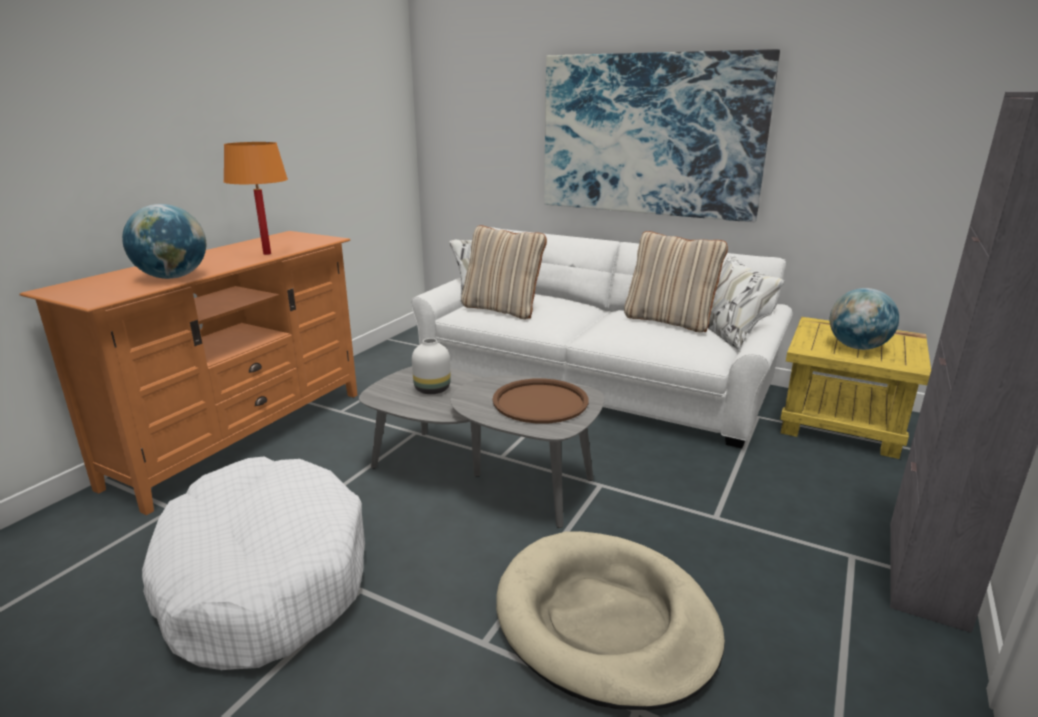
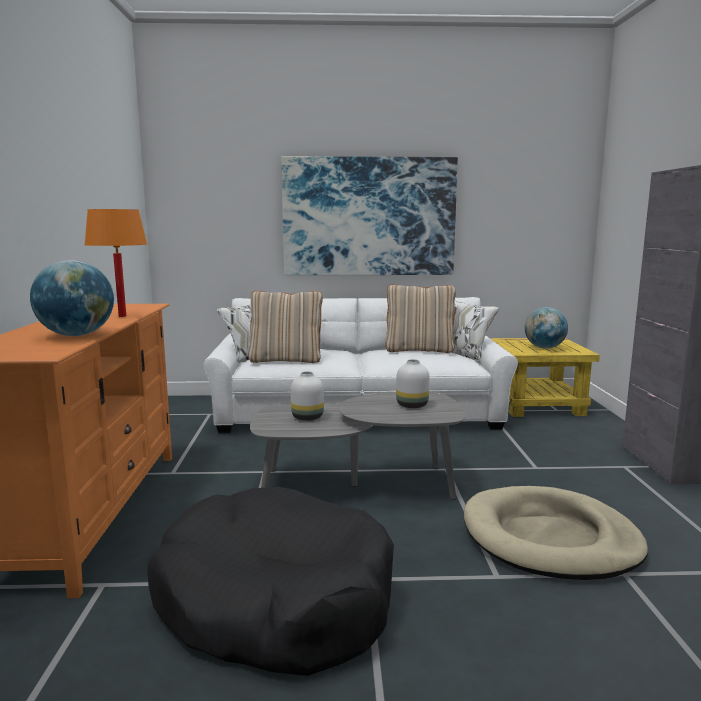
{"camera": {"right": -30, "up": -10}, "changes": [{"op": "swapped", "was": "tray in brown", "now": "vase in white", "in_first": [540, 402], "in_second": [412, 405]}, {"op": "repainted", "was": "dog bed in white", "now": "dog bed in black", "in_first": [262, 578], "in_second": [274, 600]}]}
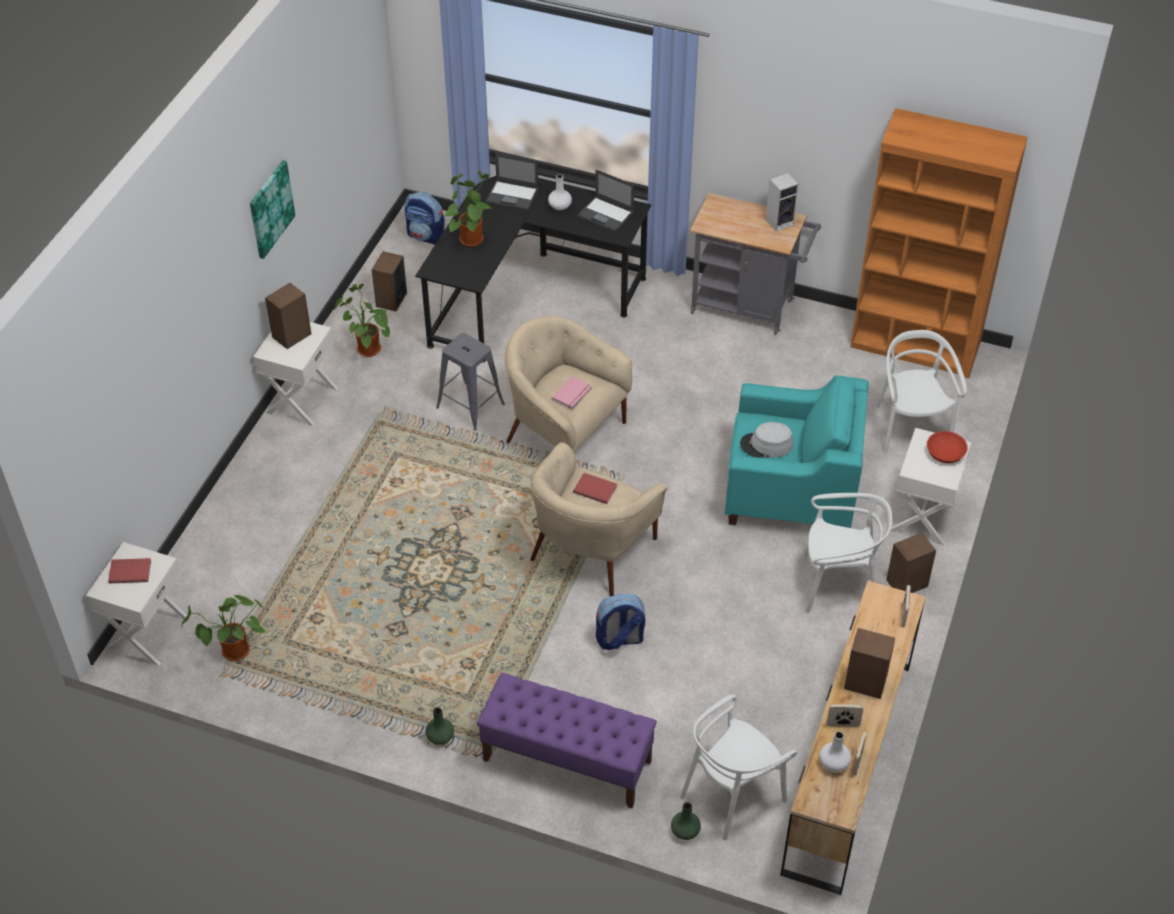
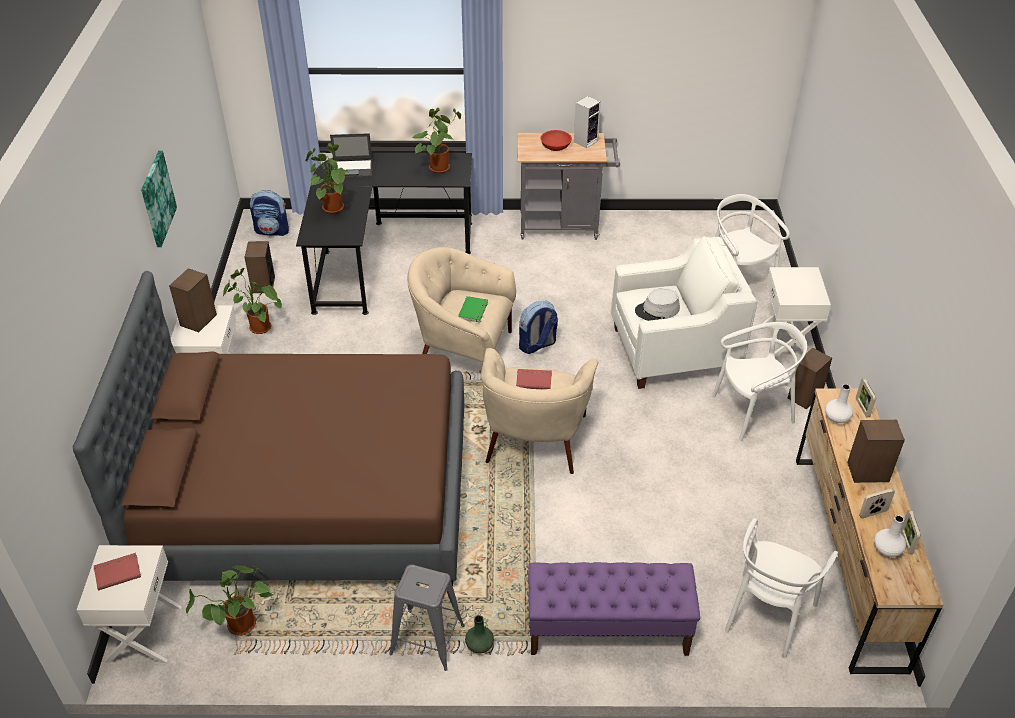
{"camera": {"right": -20, "up": -5}, "changes": [{"op": "gone", "was": "vase in green", "in_first": [685, 831]}, {"op": "gone", "was": "bookcase in orange", "in_first": [915, 346]}, {"op": "new", "now": "bed in brown", "in_second": [307, 494]}, {"op": "shifted", "was": "stool in grey", "in_first": [470, 406], "in_second": [428, 640]}, {"op": "shifted", "was": "vase in white", "in_first": [560, 206], "in_second": [837, 418]}, {"op": "shifted", "was": "backpack", "in_first": [619, 639], "in_second": [537, 345]}, {"op": "shifted", "was": "bowl in red", "in_first": [945, 453], "in_second": [555, 145]}, {"op": "swapped", "was": "laptop", "now": "potted plant", "in_first": [606, 214], "in_second": [439, 167]}, {"op": "repainted", "was": "book in pink", "now": "book in green", "in_first": [573, 394], "in_second": [474, 310]}, {"op": "repainted", "was": "armchair in turquoise", "now": "armchair in white", "in_first": [790, 492], "in_second": [674, 351]}]}
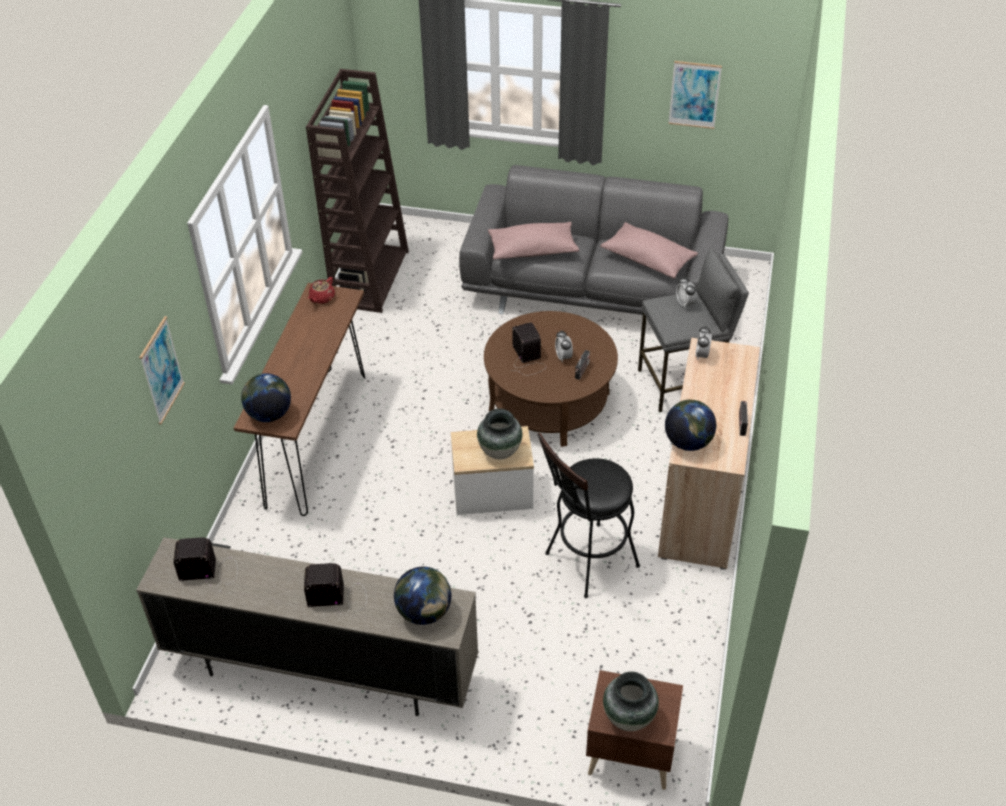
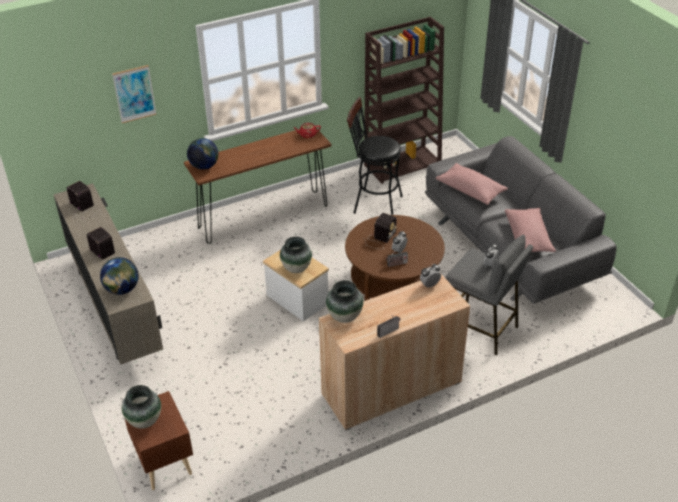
{"camera": {"right": 50, "up": -5}, "changes": [{"op": "gone", "was": "picture", "in_first": [694, 94]}, {"op": "shifted", "was": "stool in black", "in_first": [586, 563], "in_second": [373, 203]}, {"op": "swapped", "was": "globe", "now": "vase", "in_first": [688, 442], "in_second": [345, 316]}]}
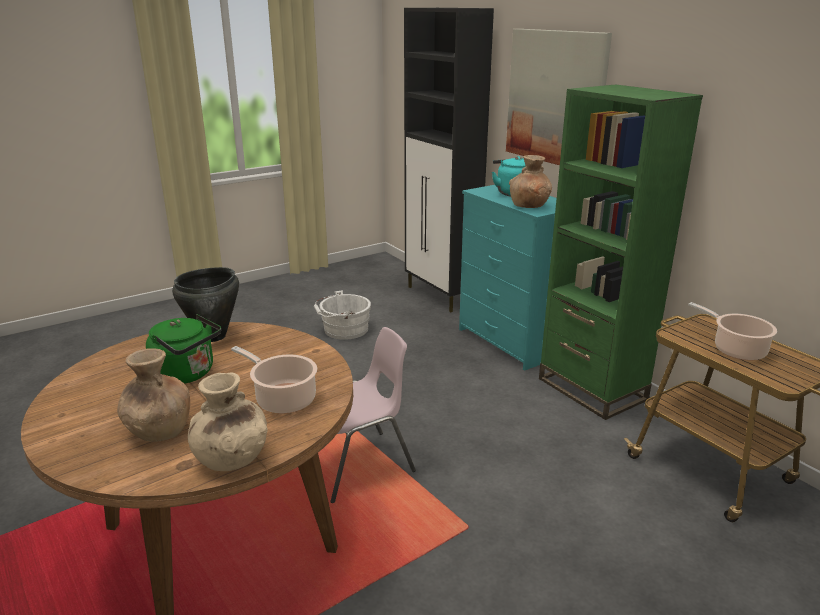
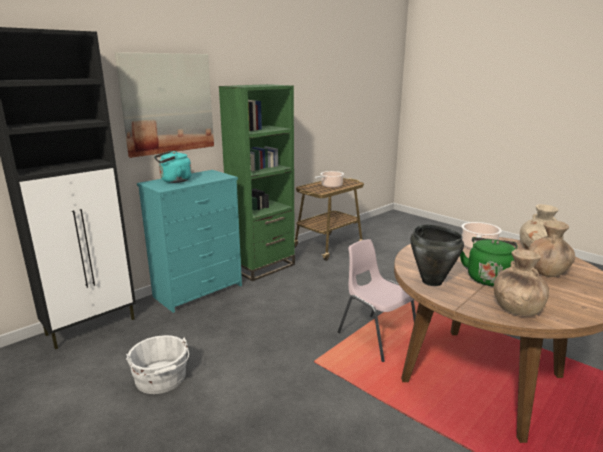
{"camera": {"right": -100, "up": -5}, "changes": [{"op": "shifted", "was": "vase in brown", "in_first": [529, 206], "in_second": [516, 308]}]}
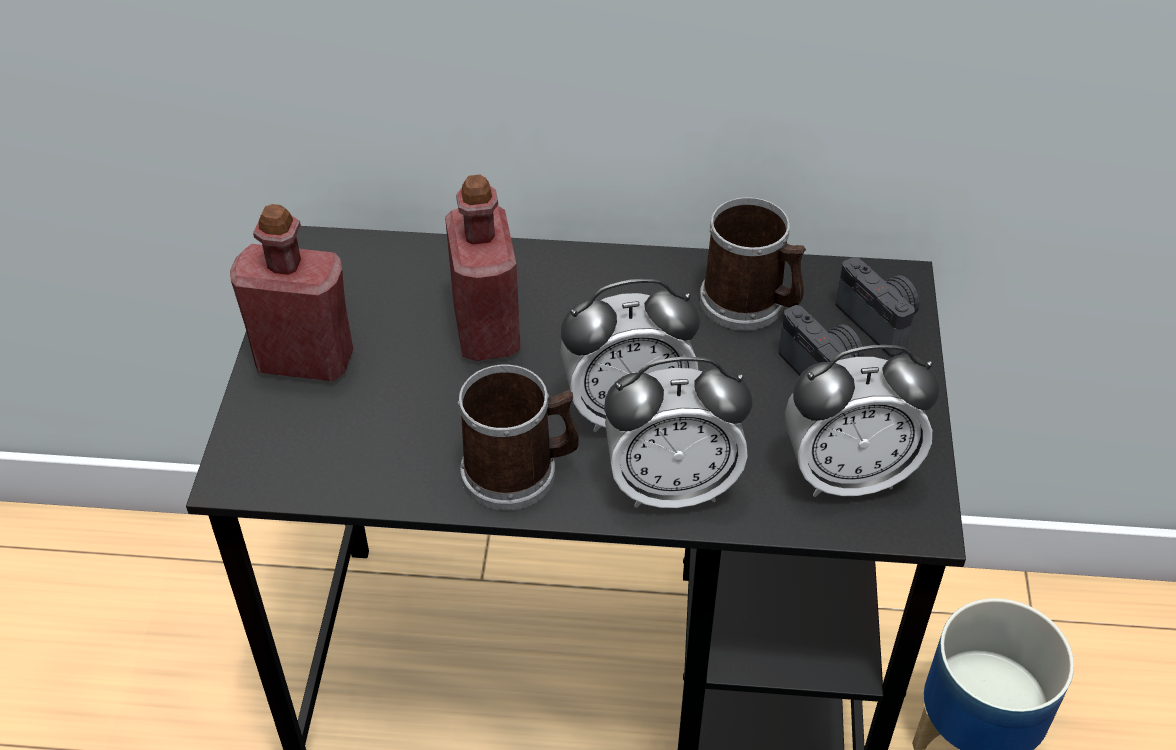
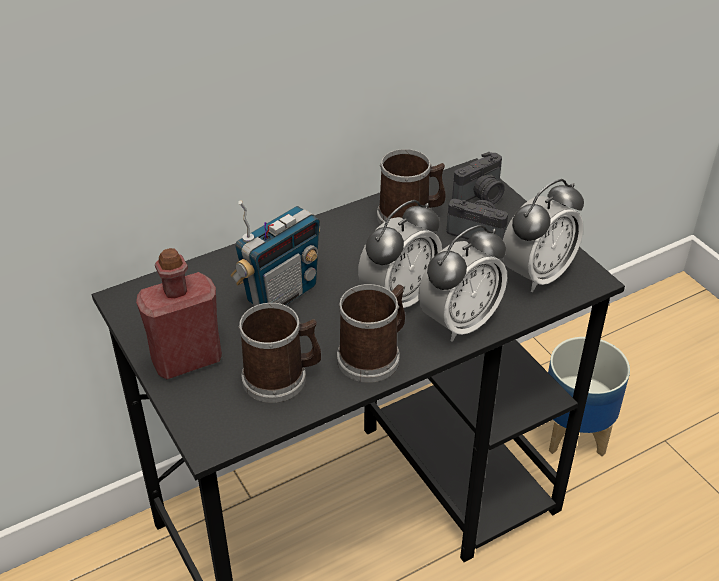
{"camera": {"right": -35, "up": -5}, "changes": [{"op": "new", "now": "mug", "in_second": [282, 378]}, {"op": "swapped", "was": "bottle in red", "now": "radio", "in_first": [486, 331], "in_second": [281, 294]}, {"op": "rotated", "was": "photo camera", "in_first": [880, 321], "in_second": [481, 196], "clockwise": 120}]}
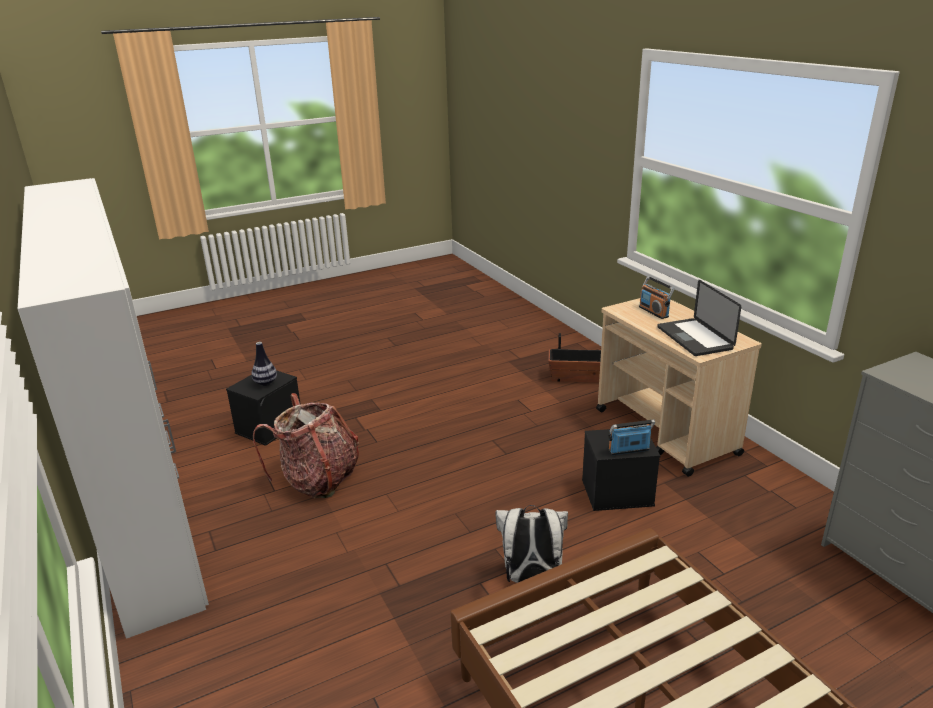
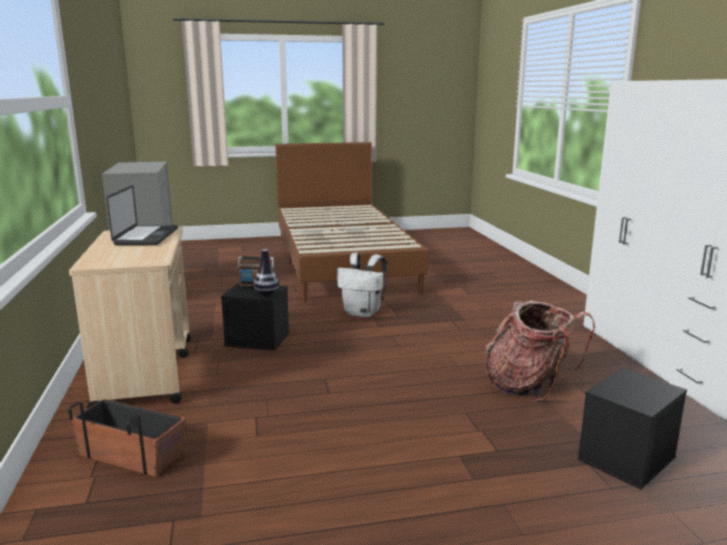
{"camera": {"right": -165, "up": -10}, "changes": [{"op": "gone", "was": "radio", "in_first": [654, 312]}, {"op": "shifted", "was": "vase", "in_first": [265, 383], "in_second": [267, 294]}]}
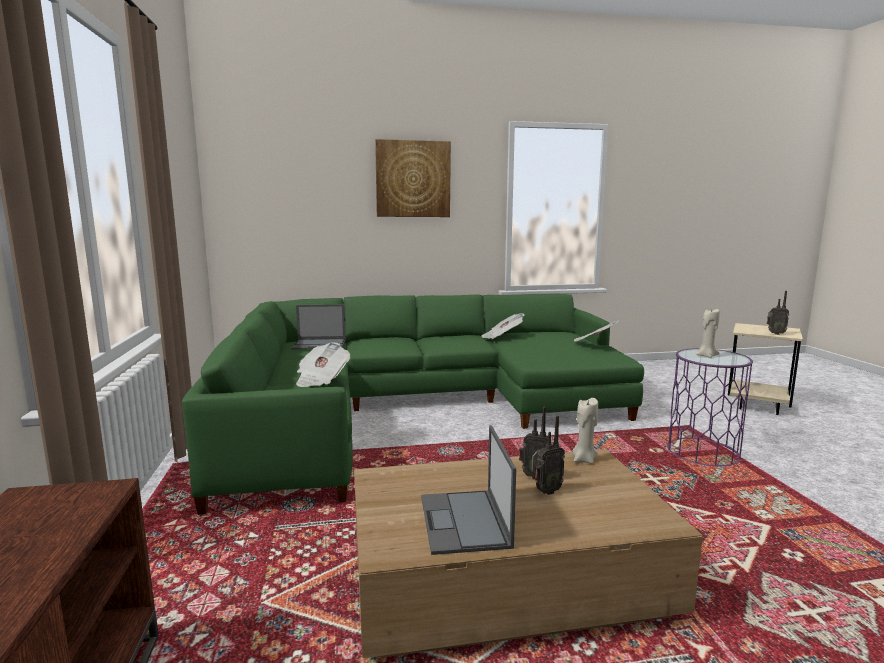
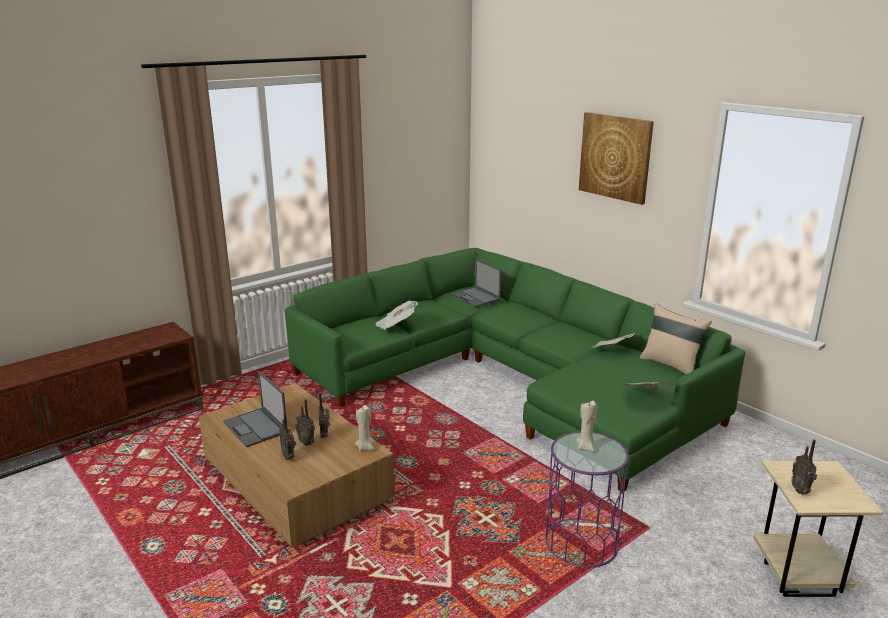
{"camera": {"right": 60, "up": 10}, "changes": [{"op": "new", "now": "radio", "in_second": [289, 457]}, {"op": "new", "now": "pillow in beige", "in_second": [671, 364]}, {"op": "rotated", "was": "laptop", "in_first": [464, 522], "in_second": [256, 427], "clockwise": -90}]}
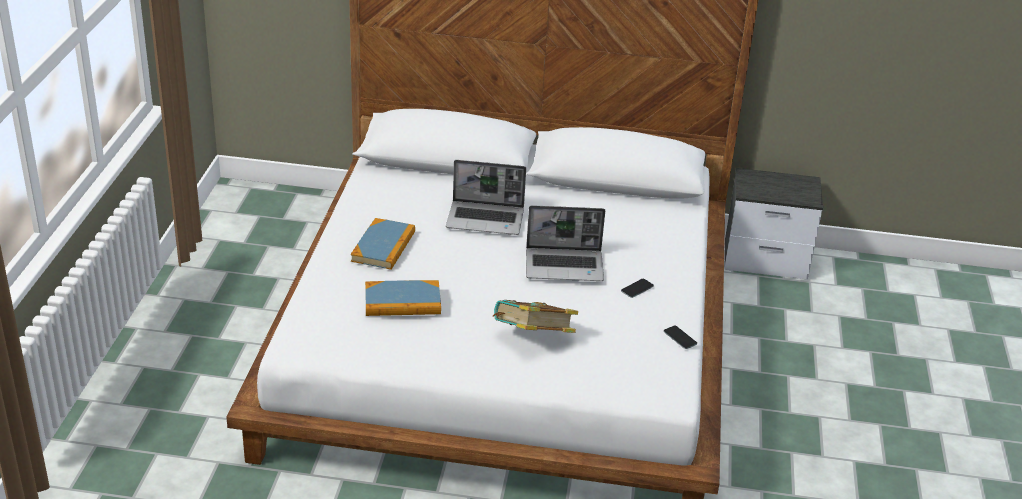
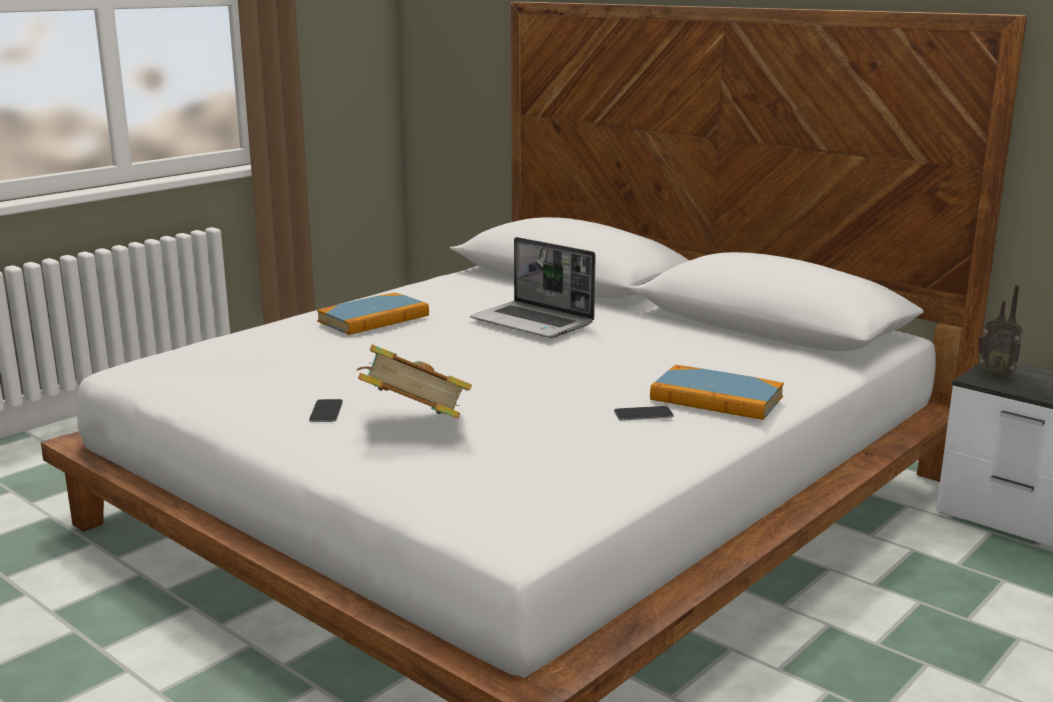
{"camera": {"right": 35, "up": -15}, "changes": [{"op": "gone", "was": "laptop", "in_first": [565, 266]}, {"op": "new", "now": "radio", "in_second": [996, 375]}, {"op": "shifted", "was": "book", "in_first": [402, 302], "in_second": [716, 398]}, {"op": "shifted", "was": "phone", "in_first": [680, 337], "in_second": [326, 411]}]}
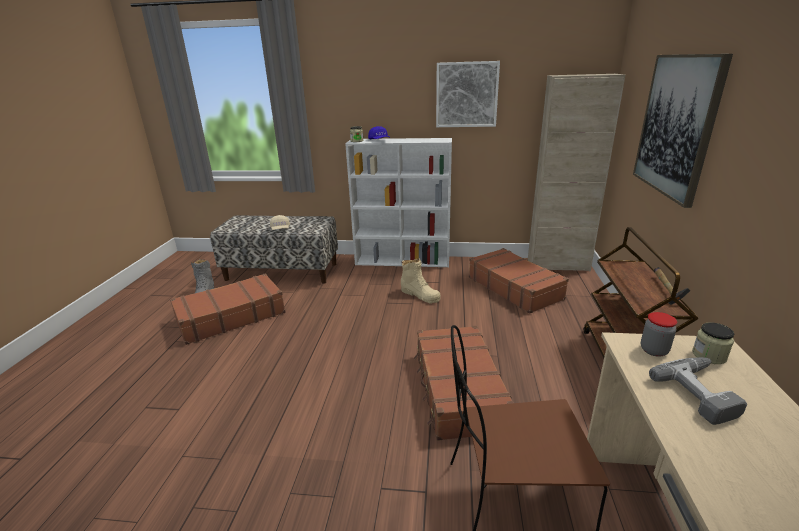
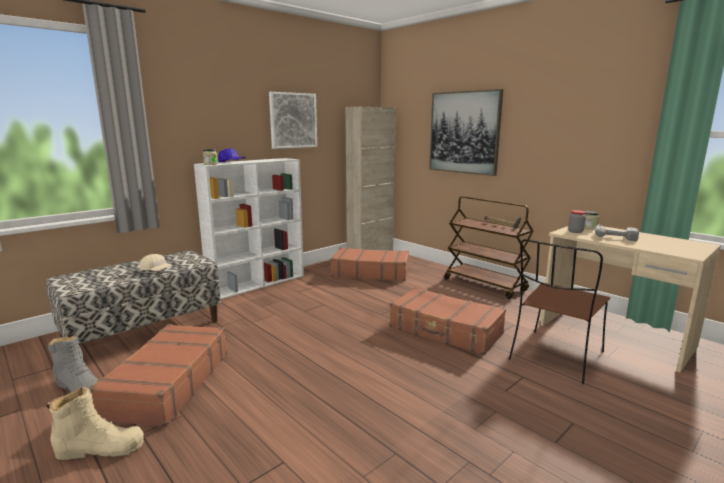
{"camera": {"right": -50, "up": -10}, "changes": [{"op": "shifted", "was": "boot in beige", "in_first": [420, 295], "in_second": [100, 448]}]}
